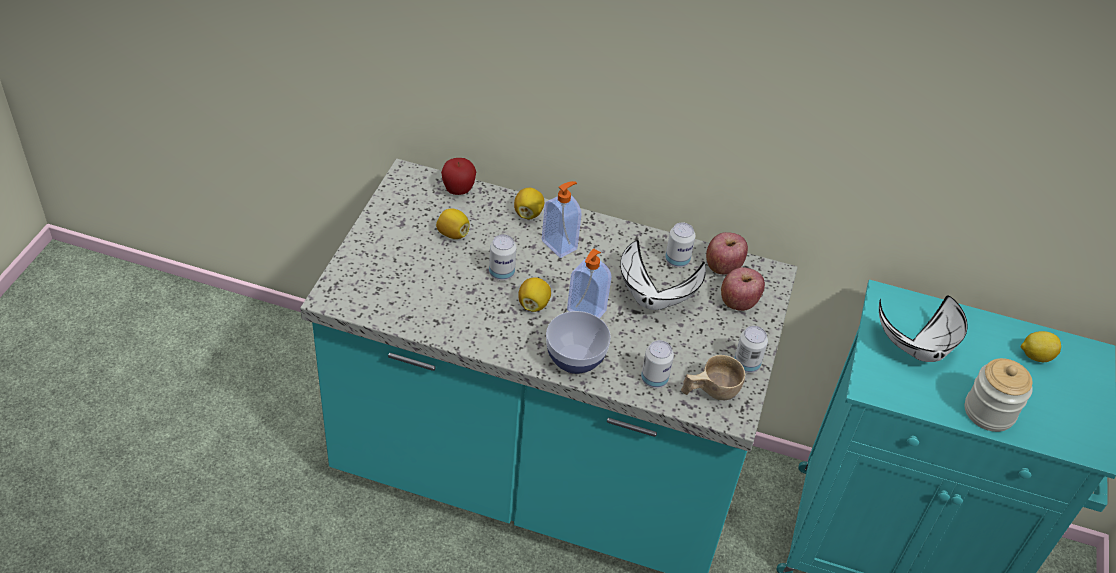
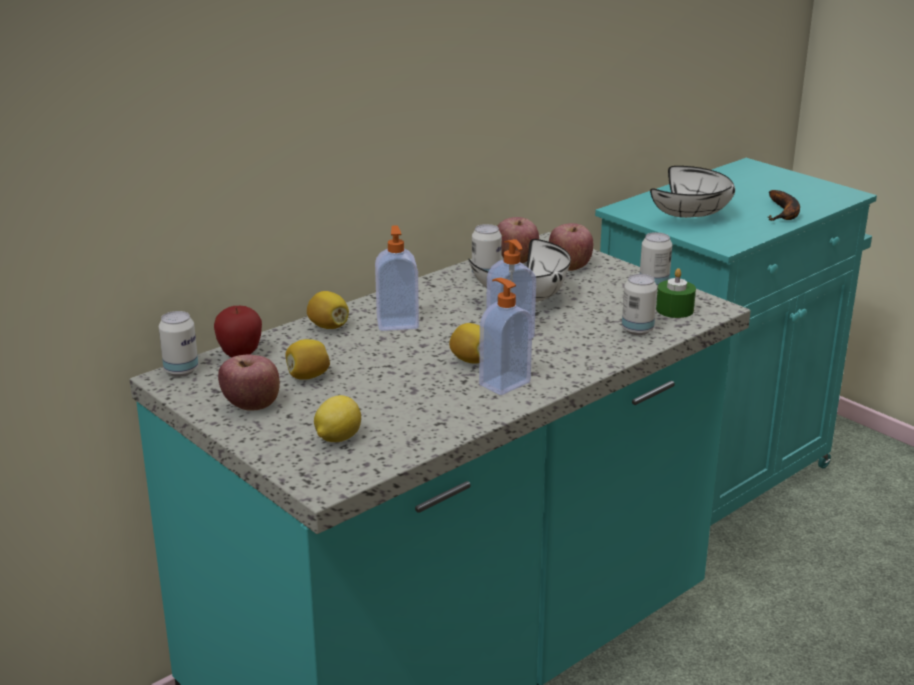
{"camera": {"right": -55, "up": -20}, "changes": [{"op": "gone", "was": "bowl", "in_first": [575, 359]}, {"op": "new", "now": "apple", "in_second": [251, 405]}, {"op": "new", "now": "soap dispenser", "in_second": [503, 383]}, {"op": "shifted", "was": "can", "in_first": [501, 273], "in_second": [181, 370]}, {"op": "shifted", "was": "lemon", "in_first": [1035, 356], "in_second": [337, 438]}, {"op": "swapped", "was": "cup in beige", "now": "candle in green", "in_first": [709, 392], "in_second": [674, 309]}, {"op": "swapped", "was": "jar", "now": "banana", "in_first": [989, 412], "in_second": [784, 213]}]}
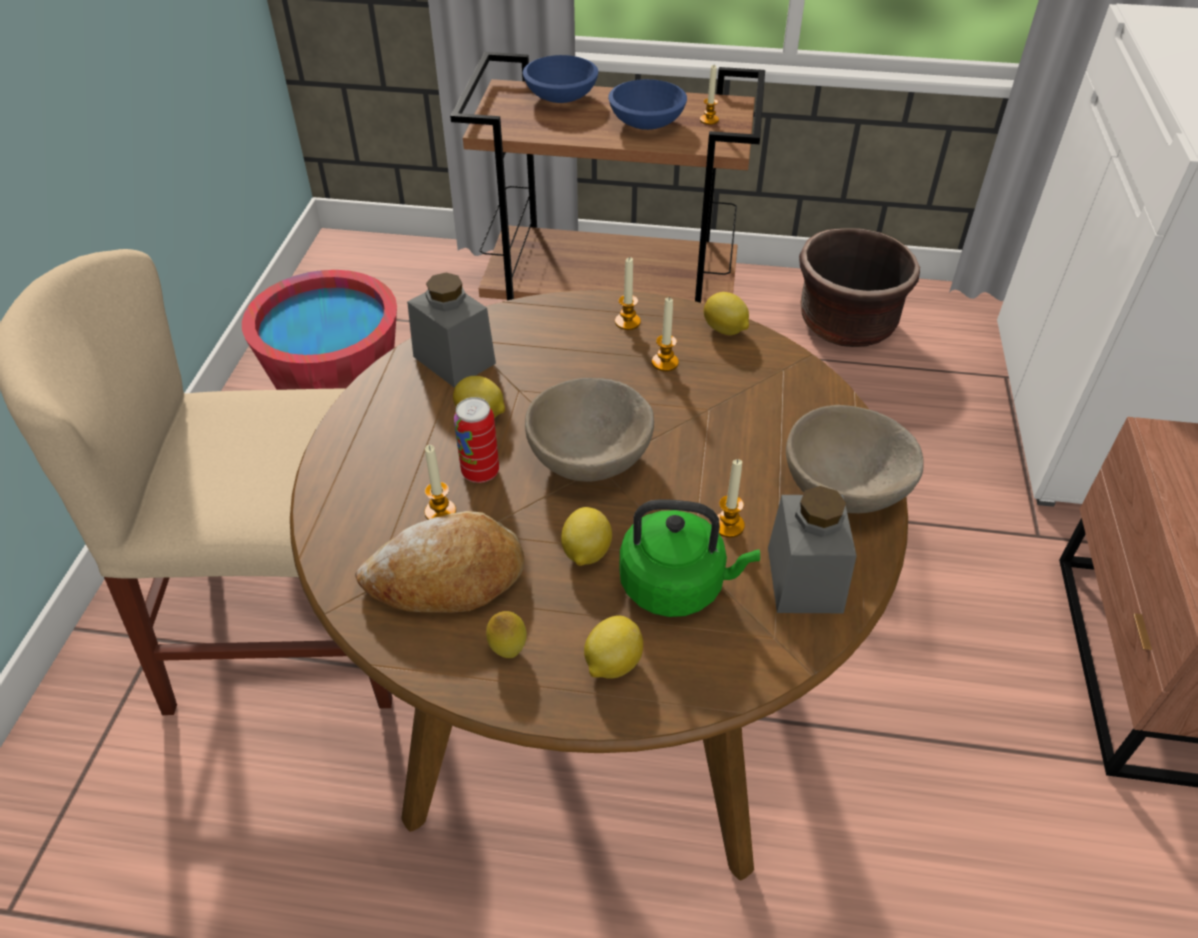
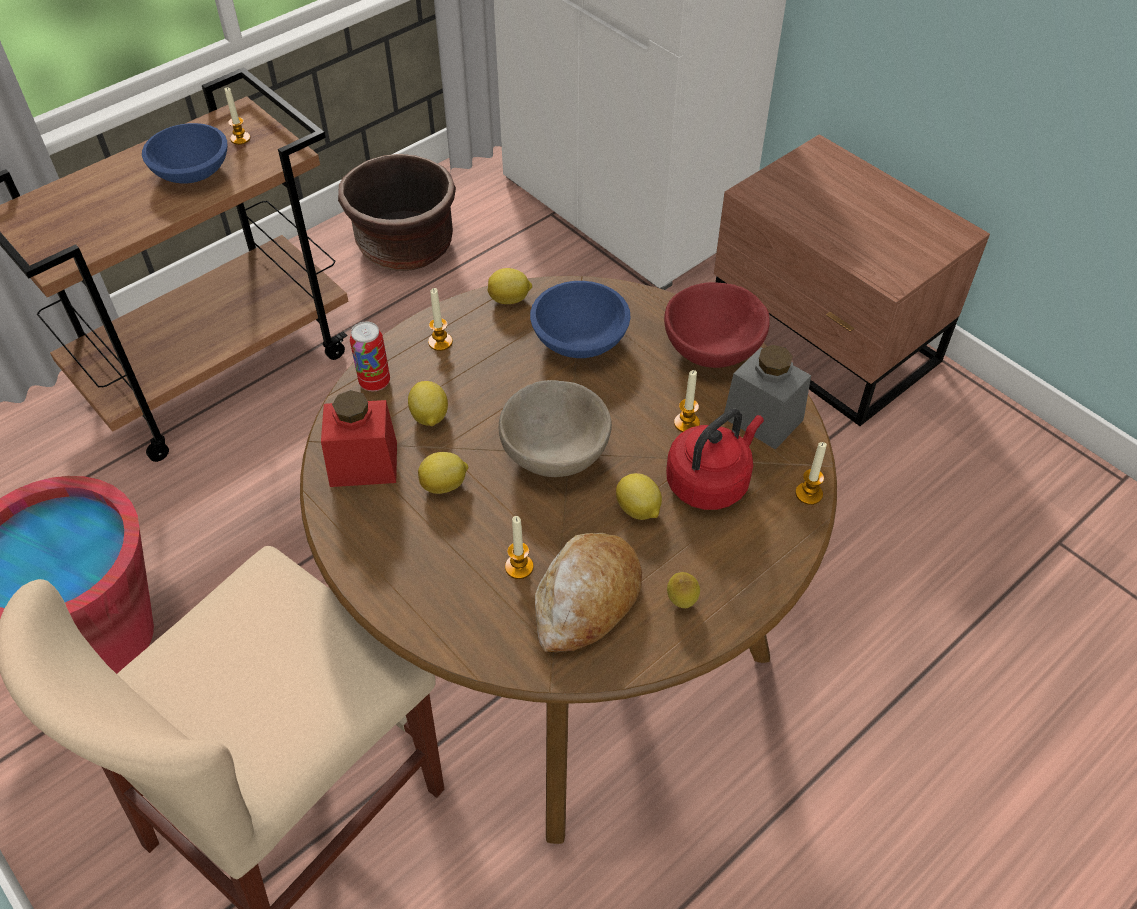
{"camera": {"right": -50, "up": 5}, "changes": [{"op": "shifted", "was": "can", "in_first": [480, 472], "in_second": [375, 382]}, {"op": "shifted", "was": "bowl in blue", "in_first": [562, 97], "in_second": [581, 339]}, {"op": "shifted", "was": "lemon", "in_first": [612, 663], "in_second": [429, 417]}, {"op": "shifted", "was": "candle", "in_first": [665, 362], "in_second": [808, 494]}, {"op": "repainted", "was": "jar in grey", "now": "jar in red", "in_first": [454, 360], "in_second": [364, 464]}, {"op": "repainted", "was": "kettle in green", "now": "kettle in red", "in_first": [677, 585], "in_second": [710, 481]}, {"op": "repainted", "was": "bowl in beige", "now": "bowl in red", "in_first": [843, 490], "in_second": [712, 350]}]}
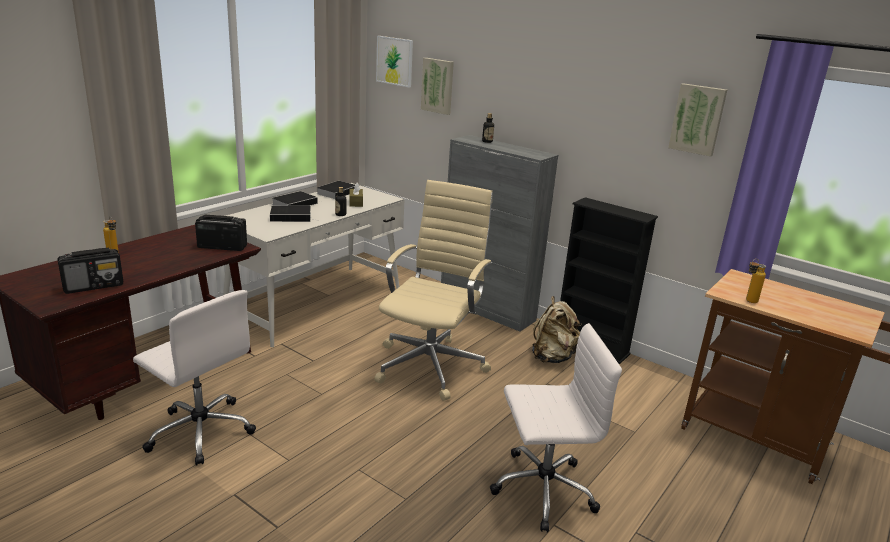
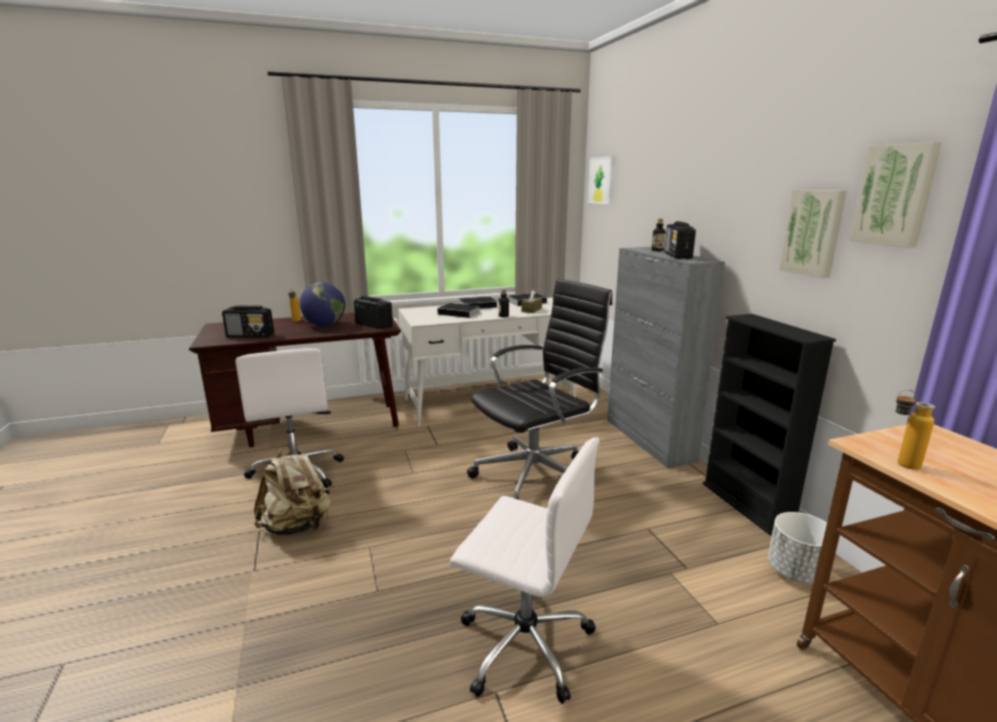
{"camera": {"right": 35, "up": -5}, "changes": [{"op": "new", "now": "globe", "in_second": [325, 325]}, {"op": "new", "now": "radio", "in_second": [677, 256]}, {"op": "new", "now": "planter in white", "in_second": [796, 571]}, {"op": "shifted", "was": "picture", "in_first": [438, 86], "in_second": [813, 232]}, {"op": "shifted", "was": "backpack in beige", "in_first": [552, 357], "in_second": [297, 526]}, {"op": "repainted", "was": "office chair in beige", "now": "office chair in black", "in_first": [431, 364], "in_second": [537, 475]}]}
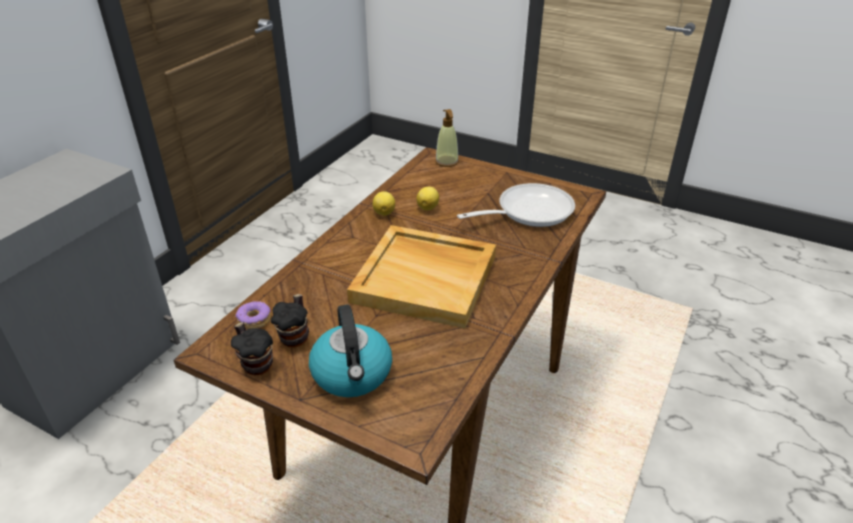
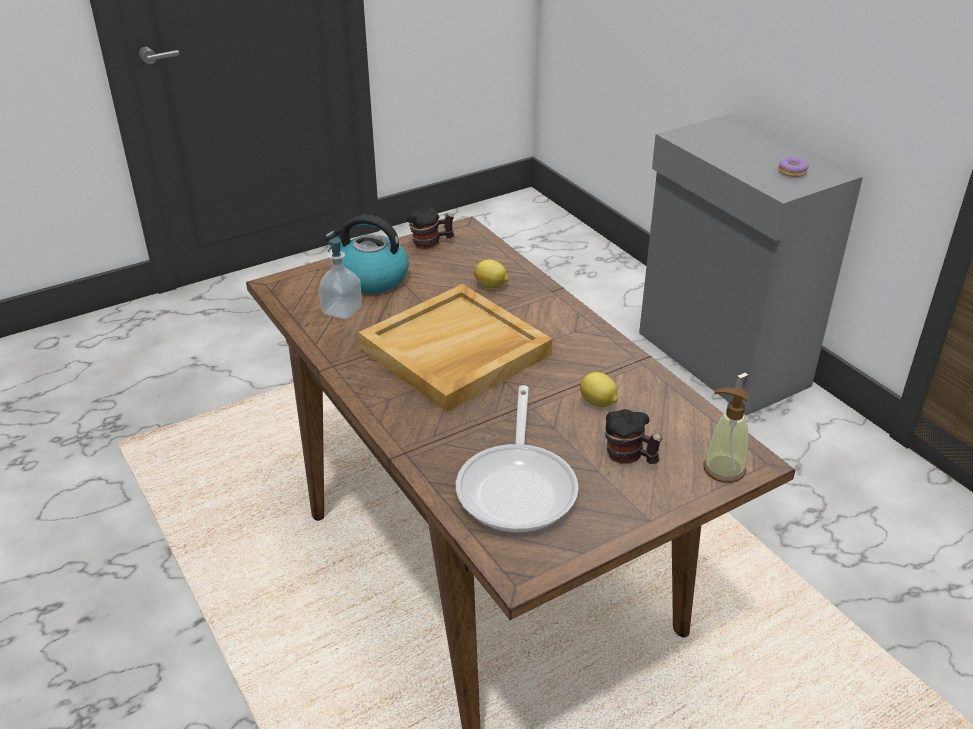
{"camera": {"right": 120, "up": 0}, "changes": [{"op": "new", "now": "soap dispenser", "in_second": [342, 310]}, {"op": "shifted", "was": "donut", "in_first": [254, 320], "in_second": [792, 172]}, {"op": "shifted", "was": "mug", "in_first": [296, 335], "in_second": [629, 457]}, {"op": "shifted", "was": "lemon", "in_first": [384, 212], "in_second": [491, 286]}]}
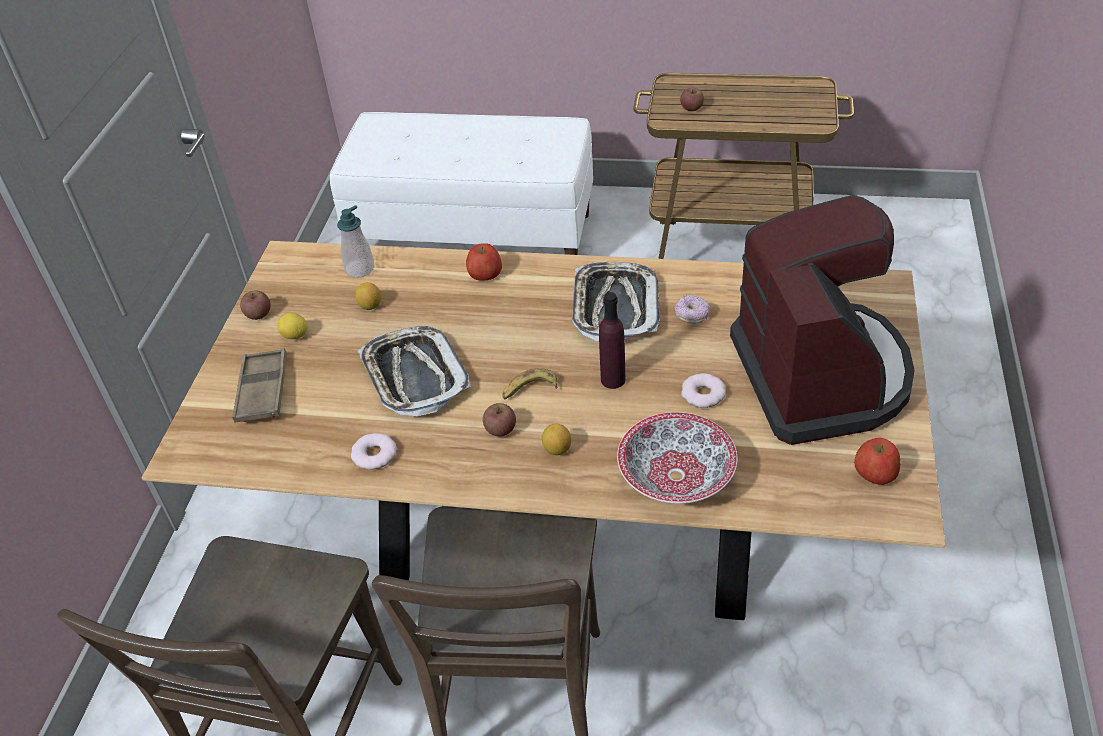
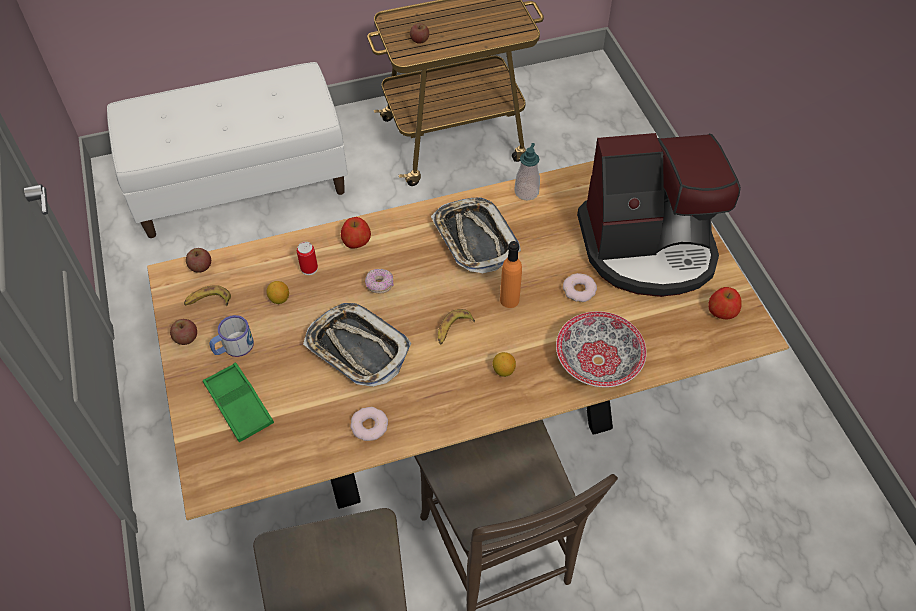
{"camera": {"right": -30, "up": 10}, "changes": [{"op": "new", "now": "banana", "in_second": [208, 301]}, {"op": "new", "now": "can", "in_second": [309, 268]}, {"op": "shifted", "was": "soap dispenser", "in_first": [359, 269], "in_second": [526, 192]}, {"op": "shifted", "was": "apple", "in_first": [500, 429], "in_second": [201, 266]}, {"op": "shifted", "was": "donut", "in_first": [692, 315], "in_second": [379, 285]}, {"op": "swapped", "was": "lemon", "now": "mug", "in_first": [295, 336], "in_second": [233, 347]}, {"op": "repainted", "was": "tray in brown", "now": "tray in green", "in_first": [262, 391], "in_second": [239, 405]}, {"op": "repainted", "was": "bottle in purple", "now": "bottle in orange", "in_first": [613, 380], "in_second": [509, 300]}, {"op": "rotated", "was": "coffee machine", "in_first": [821, 375], "in_second": [648, 248], "clockwise": 120}]}
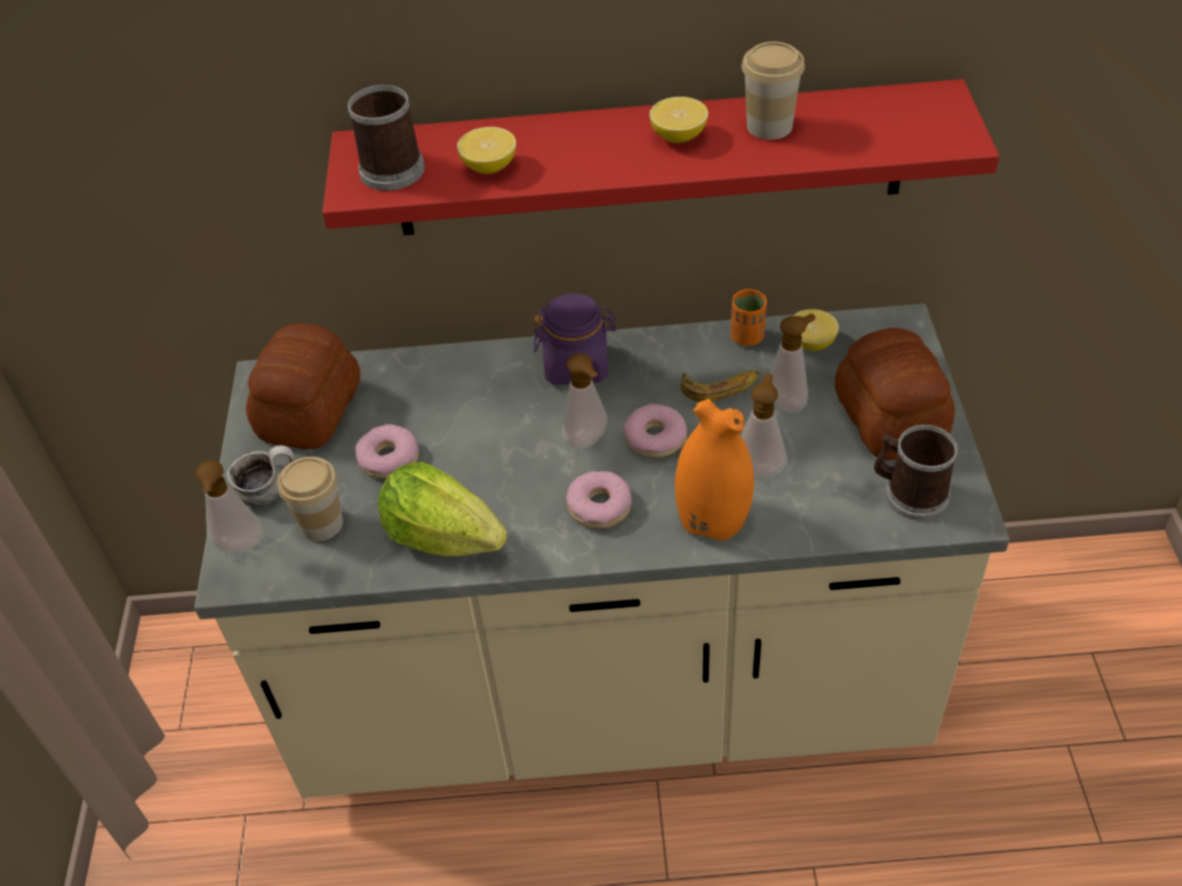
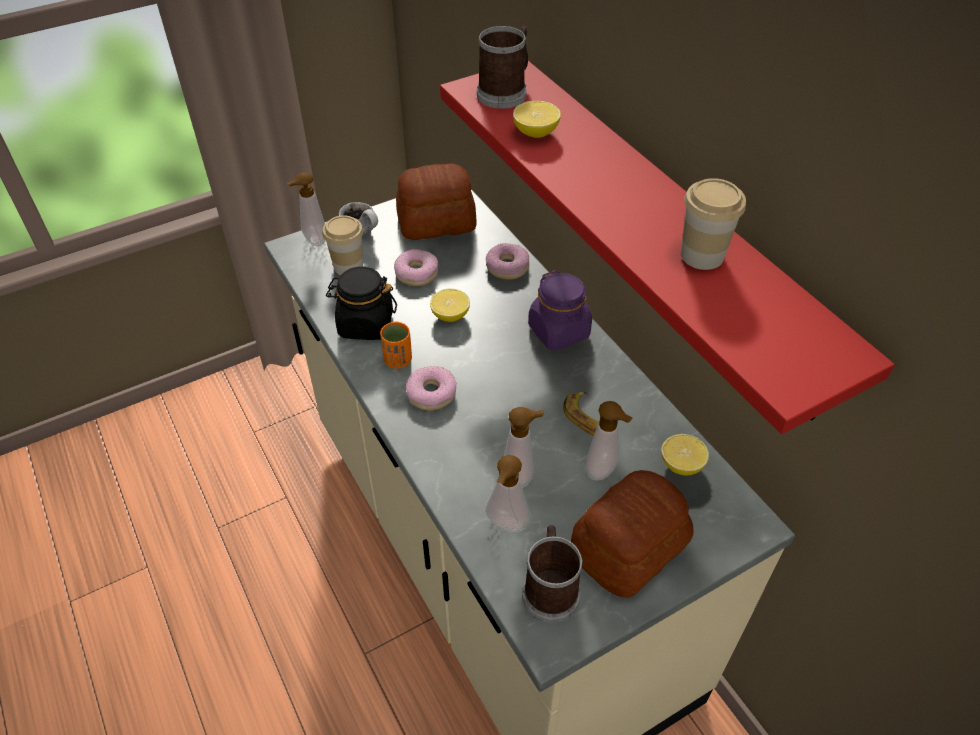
{"camera": {"right": 60, "up": 0}, "changes": [{"op": "gone", "was": "vase in orange", "in_first": [713, 519]}, {"op": "shifted", "was": "soap dispenser", "in_first": [588, 442], "in_second": [506, 526]}, {"op": "shifted", "was": "donut", "in_first": [655, 438], "in_second": [507, 267]}, {"op": "shifted", "was": "lemon", "in_first": [679, 136], "in_second": [450, 315]}, {"op": "shifted", "was": "cup in orange", "in_first": [747, 337], "in_second": [398, 360]}, {"op": "swapped", "was": "lettuce", "now": "jar in black", "in_first": [443, 536], "in_second": [365, 324]}]}
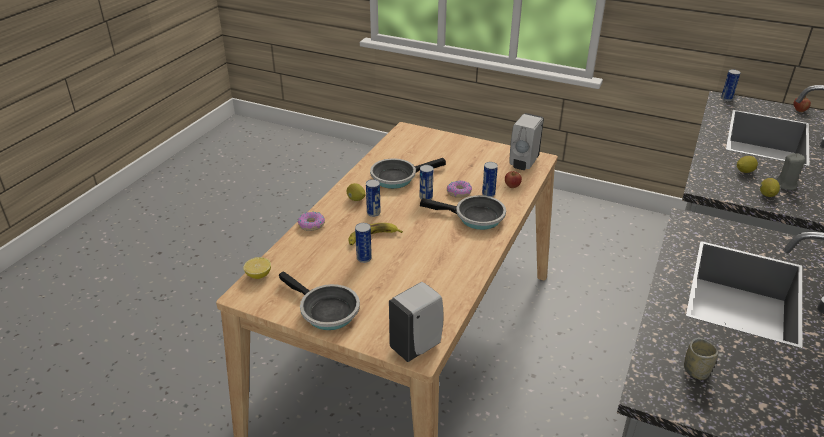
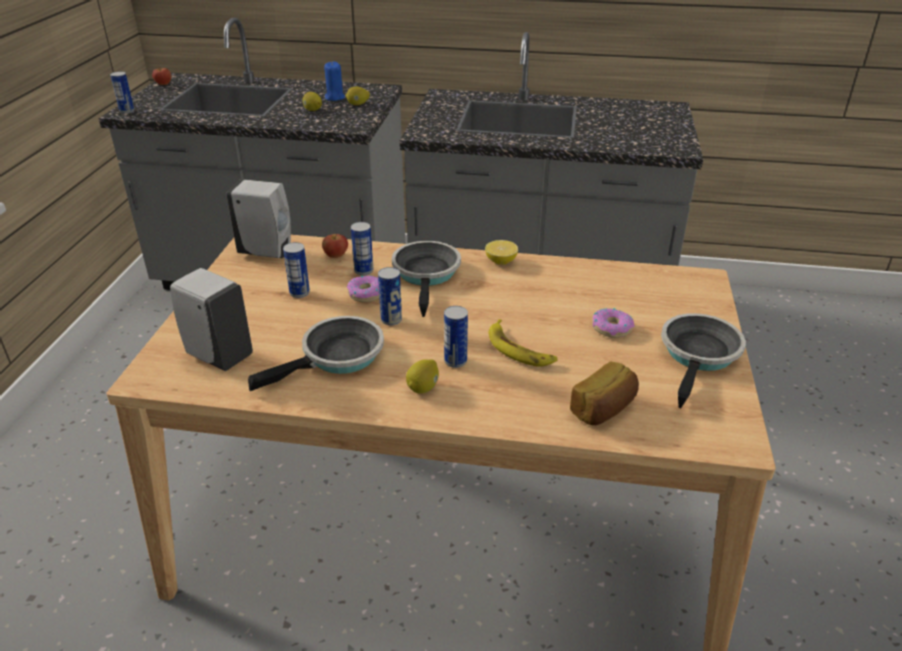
{"camera": {"right": -105, "up": 0}, "changes": [{"op": "gone", "was": "cup", "in_first": [696, 371]}, {"op": "new", "now": "bread", "in_second": [604, 409]}, {"op": "shifted", "was": "lemon", "in_first": [258, 275], "in_second": [501, 261]}, {"op": "shifted", "was": "donut", "in_first": [311, 225], "in_second": [611, 328]}, {"op": "shifted", "was": "can", "in_first": [364, 258], "in_second": [299, 293]}, {"op": "shifted", "was": "soap dispenser in white", "in_first": [417, 346], "in_second": [218, 355]}, {"op": "repainted", "was": "candle in grey", "now": "candle in blue", "in_first": [786, 185], "in_second": [334, 97]}, {"op": "rotated", "was": "frying pan", "in_first": [397, 177], "in_second": [337, 357], "clockwise": -90}]}
